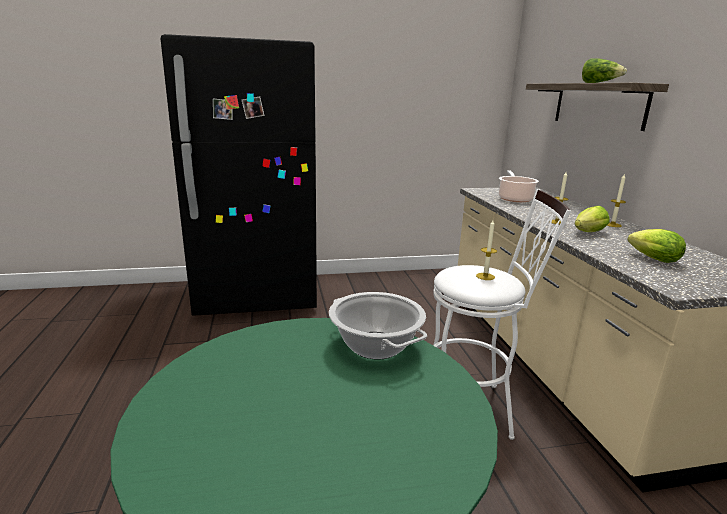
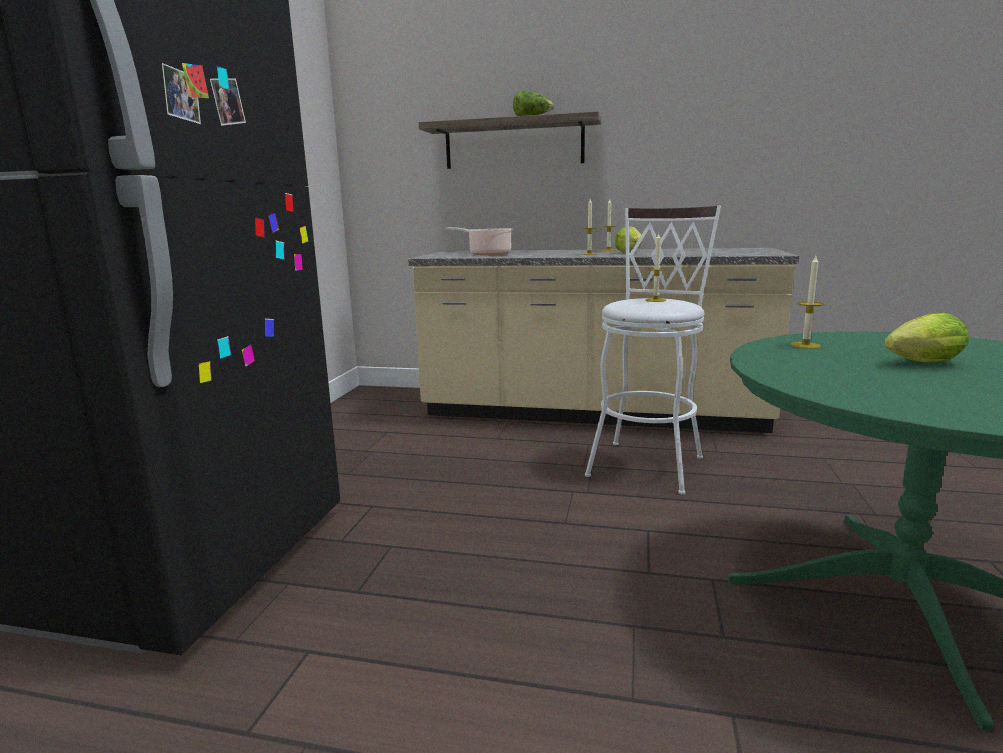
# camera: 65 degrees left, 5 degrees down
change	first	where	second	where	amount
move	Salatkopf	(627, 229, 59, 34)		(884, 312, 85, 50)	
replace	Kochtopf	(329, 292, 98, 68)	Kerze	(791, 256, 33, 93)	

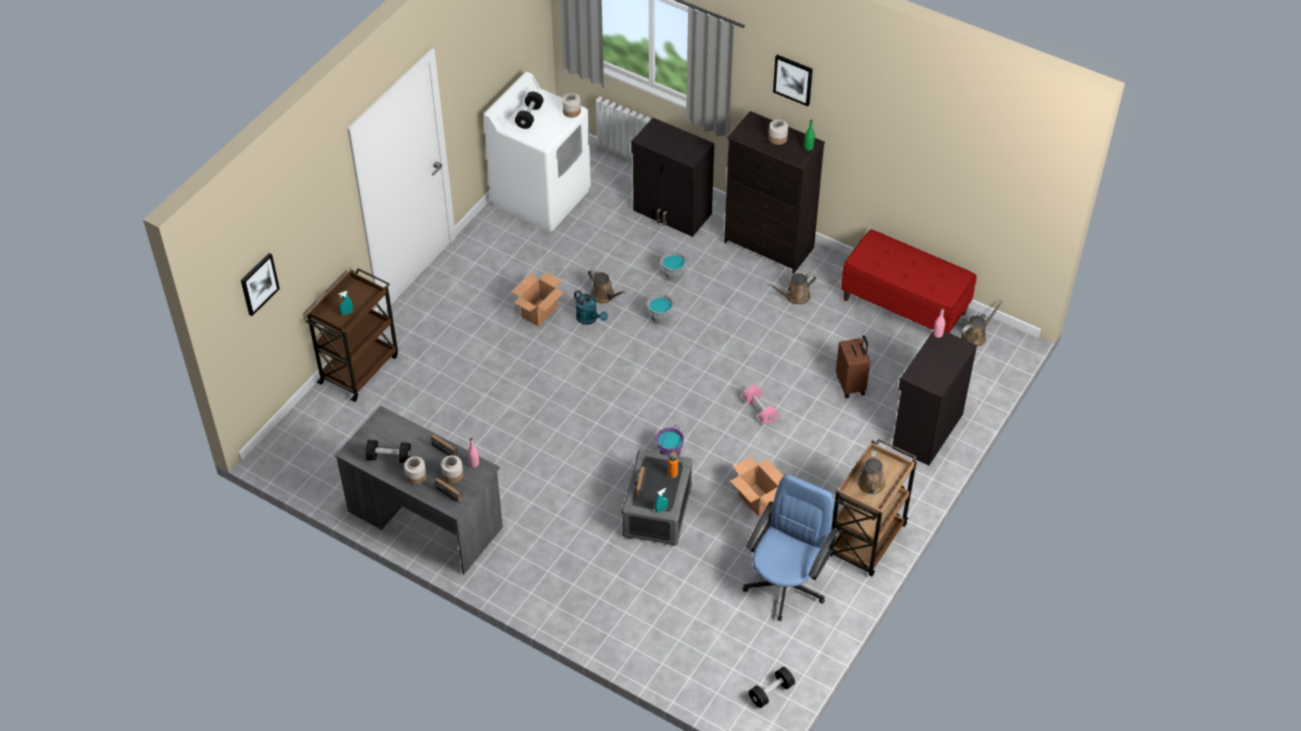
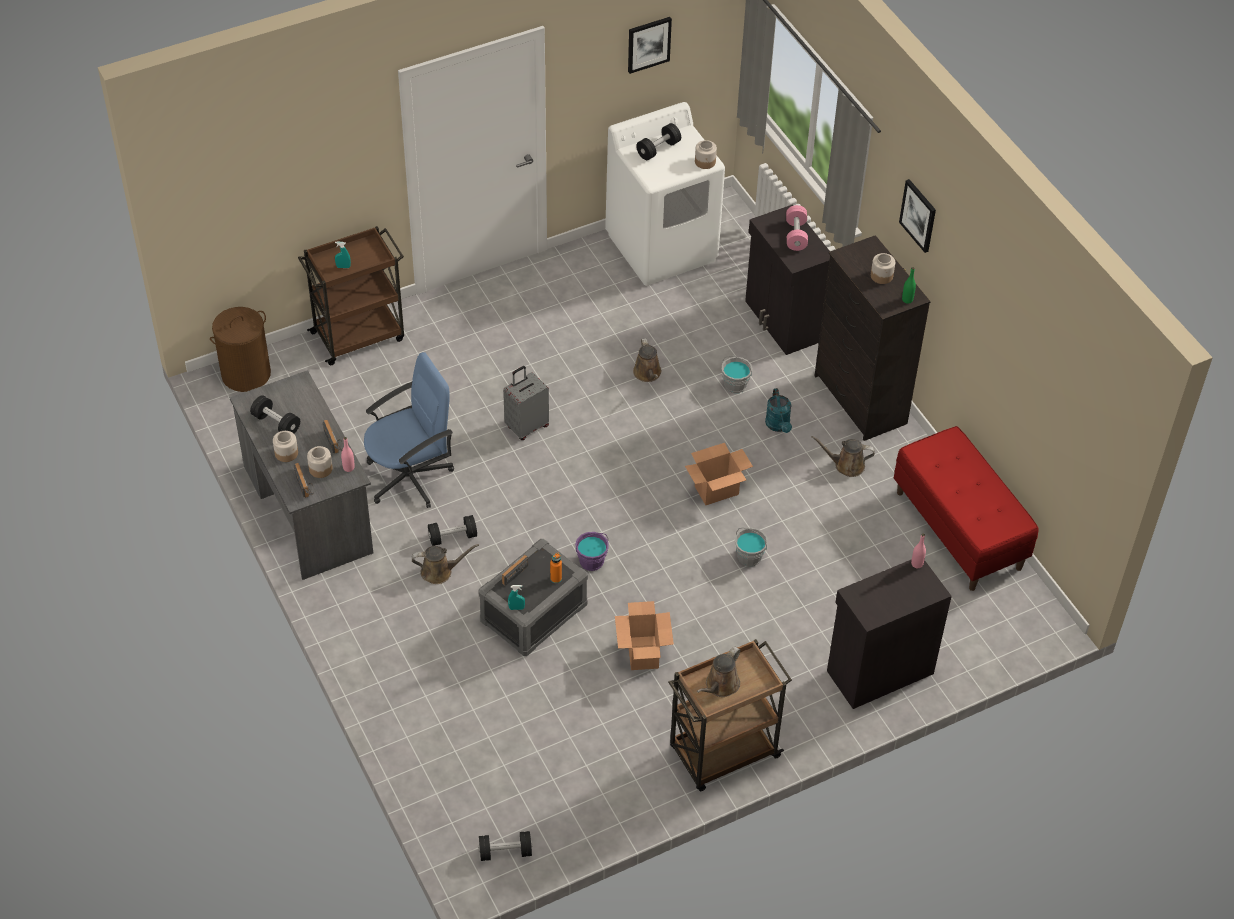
# camera: 30 degrees right, 0 degrees up
change	first	where	second	where	amount
delete	Koffer/braun	(836, 335, 34, 63)			
insert			Wäschekorb/braun	(210, 307, 61, 85)	
insert			Hantel/schwarz	(428, 515, 49, 31)	
insert			Koffer/grau	(503, 366, 46, 74)	
move	Bild	(241, 253, 39, 63)		(628, 17, 44, 57)	
move	Karton	(512, 272, 52, 55)		(685, 443, 68, 62)	
move	Gießkanne/türkis	(574, 290, 34, 35)		(765, 388, 27, 45)	
move	Eimer/grau	(646, 294, 29, 31)		(735, 528, 33, 39)	
move	Hantel/rosa	(743, 385, 36, 40)		(786, 205, 22, 46)	
move	Bürostuhl/blau	(743, 474, 95, 147)		(364, 352, 90, 156)	
move	Gießkanne/braun	(961, 300, 43, 46)		(412, 544, 67, 40)	

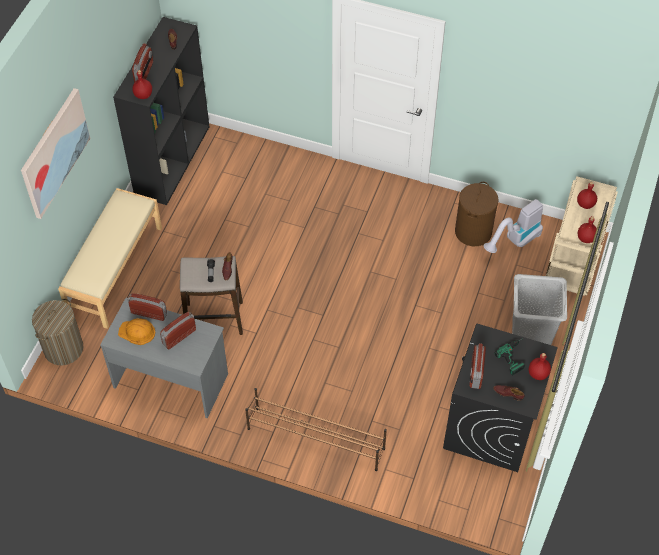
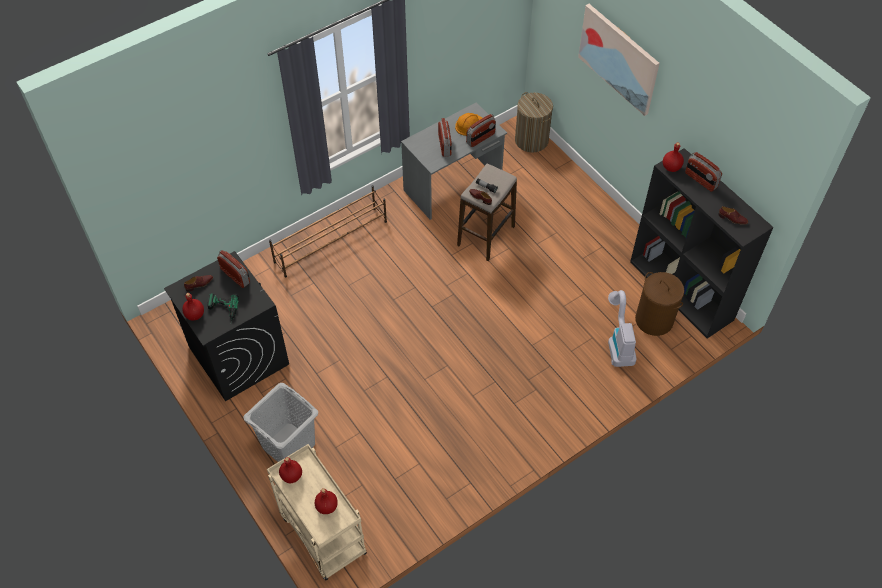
# camera: 125 degrees right, 0 degrees up
change	first	where	second	where	amount
delete	Bank/beige	(58, 188, 104, 141)			
move	Wäschekorb/braun	(455, 182, 44, 64)		(635, 272, 49, 64)	
move	Staubsauger	(484, 199, 59, 54)		(608, 290, 29, 77)	

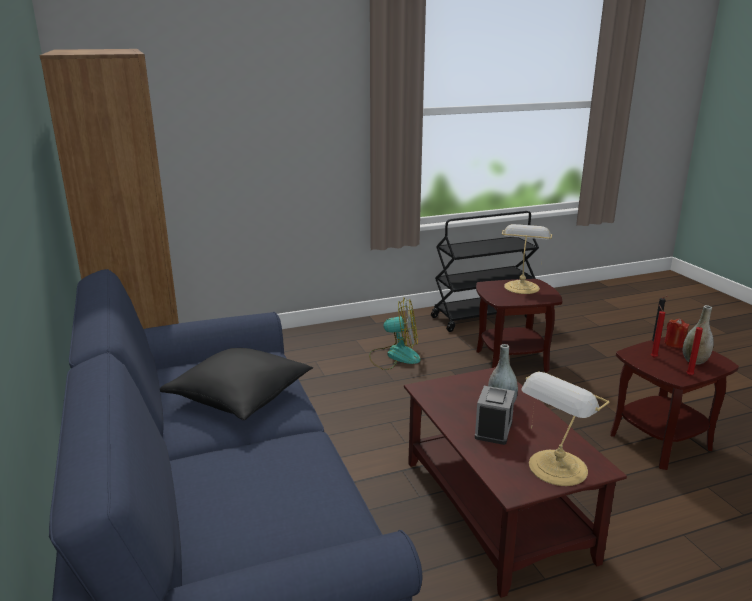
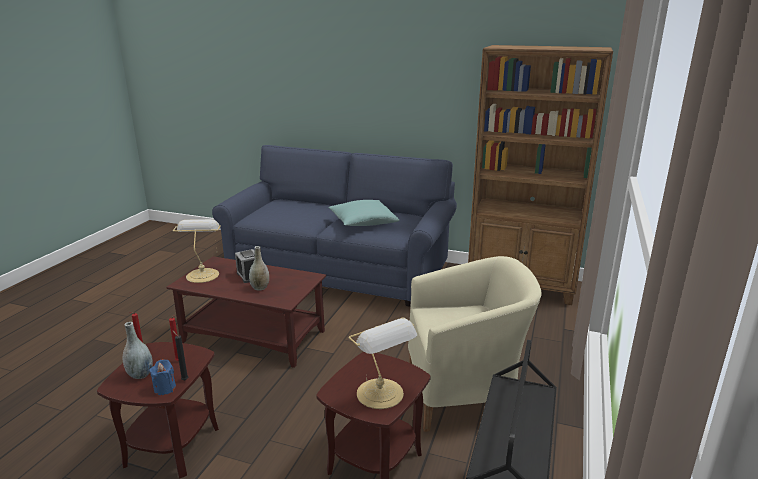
# camera: 130 degrees right, 0 degrees up
change	first	where	second	where	amount
replace	Ventilator	(369, 298, 52, 72)	Sessel/beige	(408, 256, 134, 176)	
recolor	Kissen/schwarz	(160, 348, 153, 72)	Kissen/türkis	(329, 200, 71, 26)	
recolor	Kerze/rot	(664, 319, 26, 29)	Kerze/blau	(149, 359, 27, 36)	

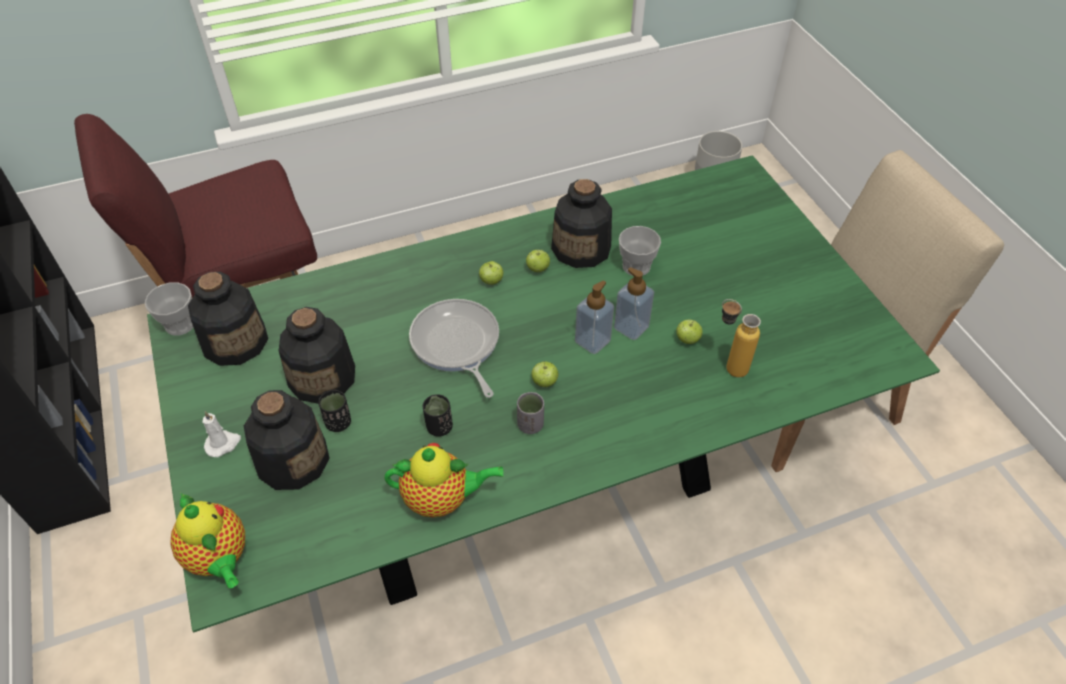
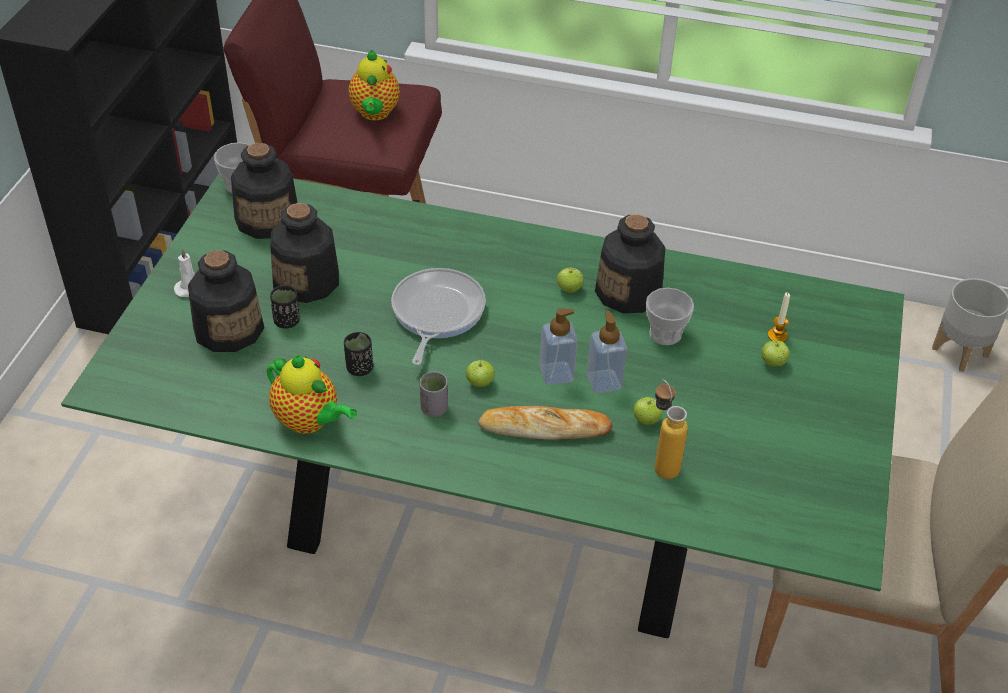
# camera: 35 degrees right, 5 degrees down
change	first	where	second	where	amount
insert			Brot	(478, 406, 134, 34)	
insert			Kerze	(768, 293, 22, 49)	
move	Teekanne	(170, 493, 75, 95)		(348, 50, 52, 71)	
move	Apfel	(479, 261, 24, 24)		(761, 340, 29, 27)	

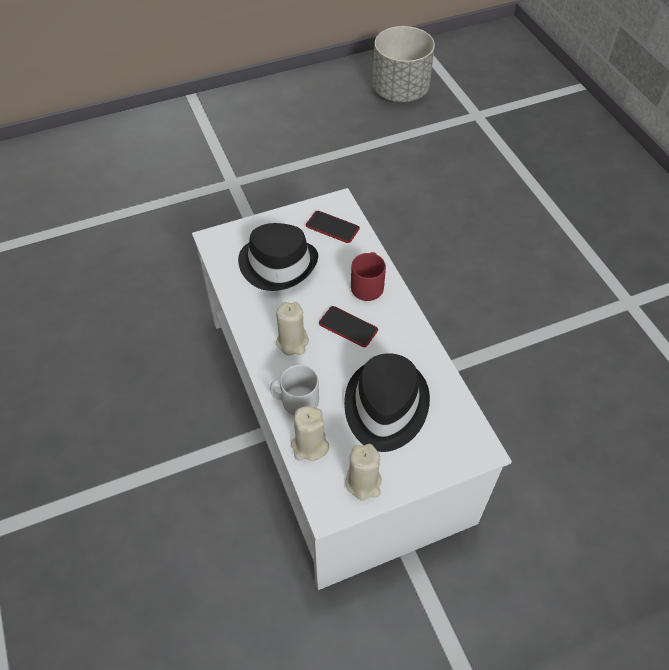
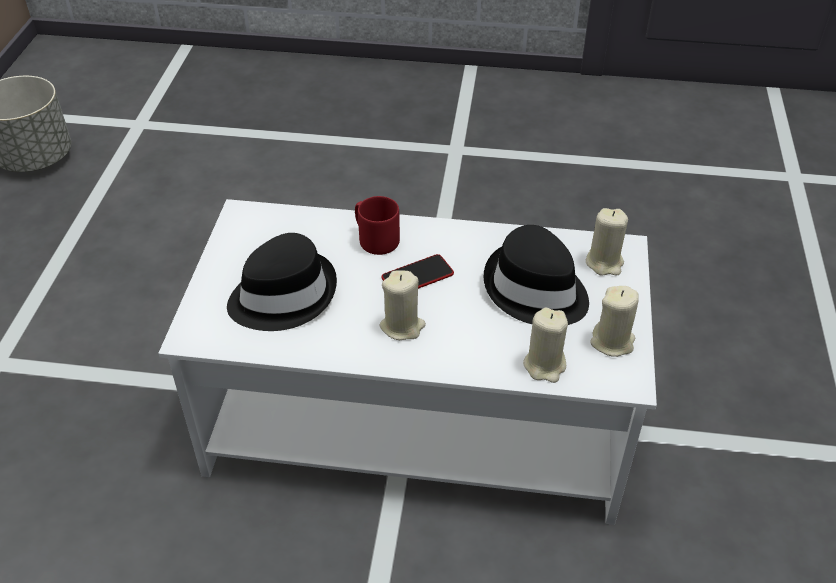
# camera: 60 degrees left, 10 degrees down
change	first	where	second	where	amount
delete	Henkelbecher/grau	(270, 365, 49, 51)			
delete	Handy	(306, 211, 54, 32)			
insert			Kerze/beige	(586, 208, 42, 68)	

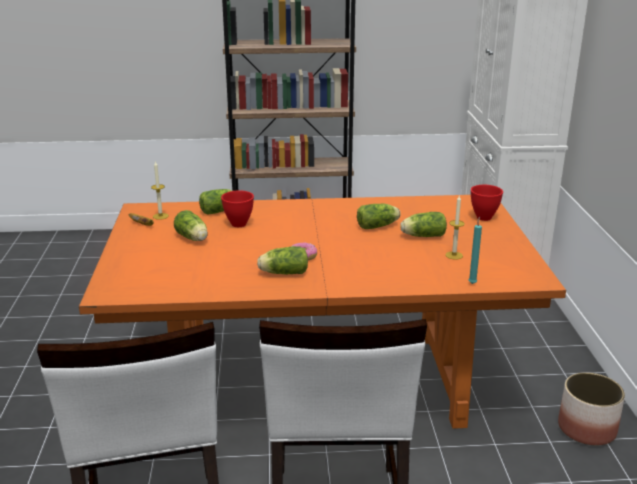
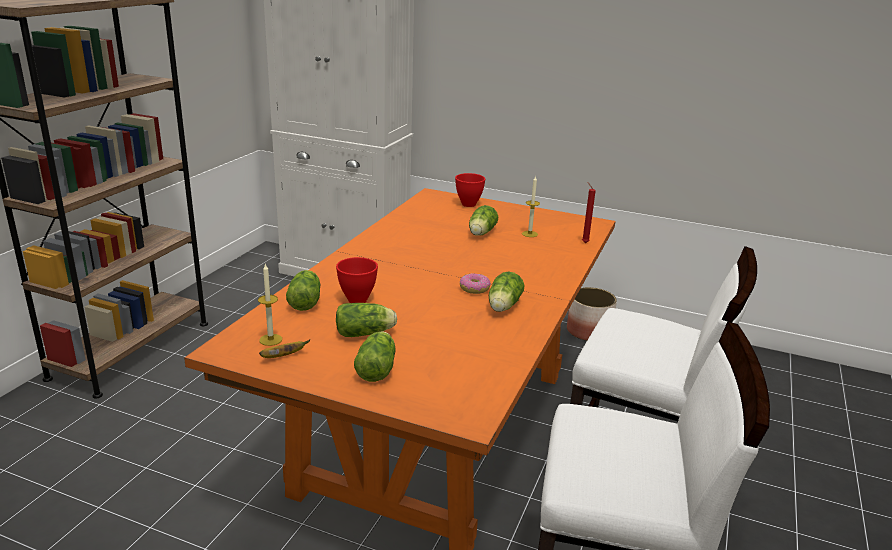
# camera: 65 degrees left, 0 degrees up
change	first	where	second	where	amount
move	Salatkopf	(357, 204, 44, 25)		(354, 331, 42, 51)	
recolor	Kerze/türkis	(469, 217, 13, 67)	Kerze/rot	(582, 182, 14, 61)	

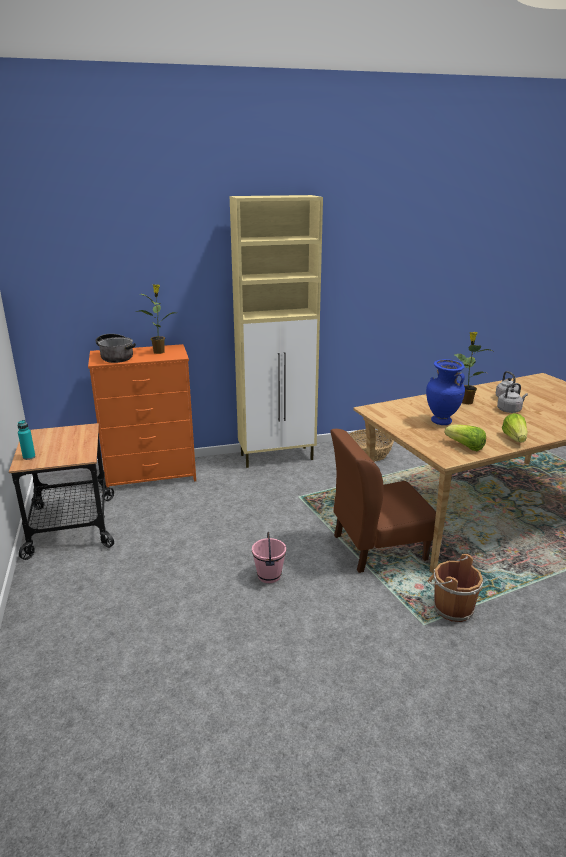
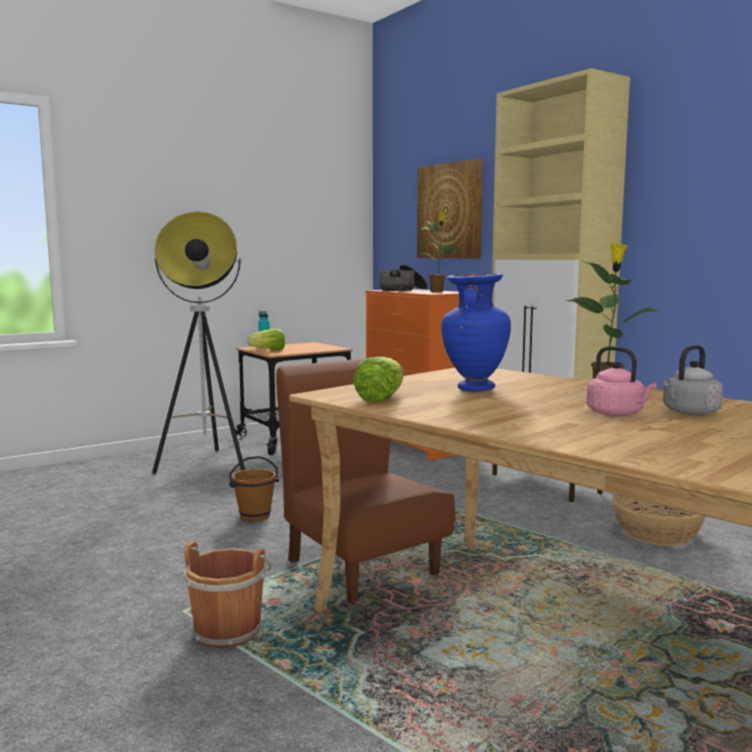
# camera: 70 degrees right, 15 degrees down
change	first	where	second	where	amount
insert			Stehlampe	(152, 212, 93, 262)	
insert			Bild	(417, 158, 66, 101)	
move	Salatkopf	(502, 413, 26, 29)		(247, 328, 38, 22)	
recolor	Eimer/rosa	(252, 532, 34, 51)	Eimer/braun	(229, 456, 50, 66)	
recolor	Wasserkessel/grau	(497, 383, 31, 30)	Wasserkessel/rosa	(587, 346, 70, 71)	

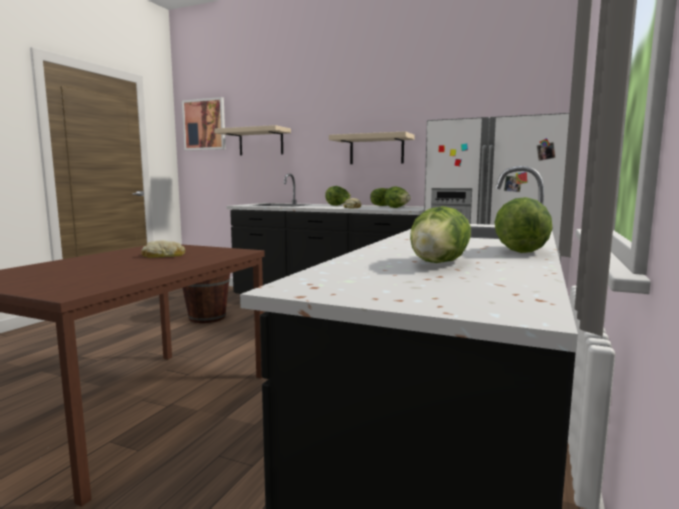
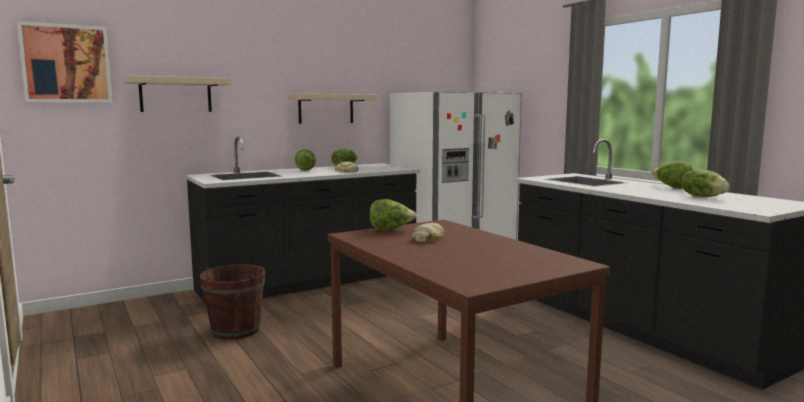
# camera: 55 degrees left, 0 degrees up
change	first	where	second	where	amount
move	Salatkopf	(384, 186, 27, 22)		(369, 199, 47, 32)	

